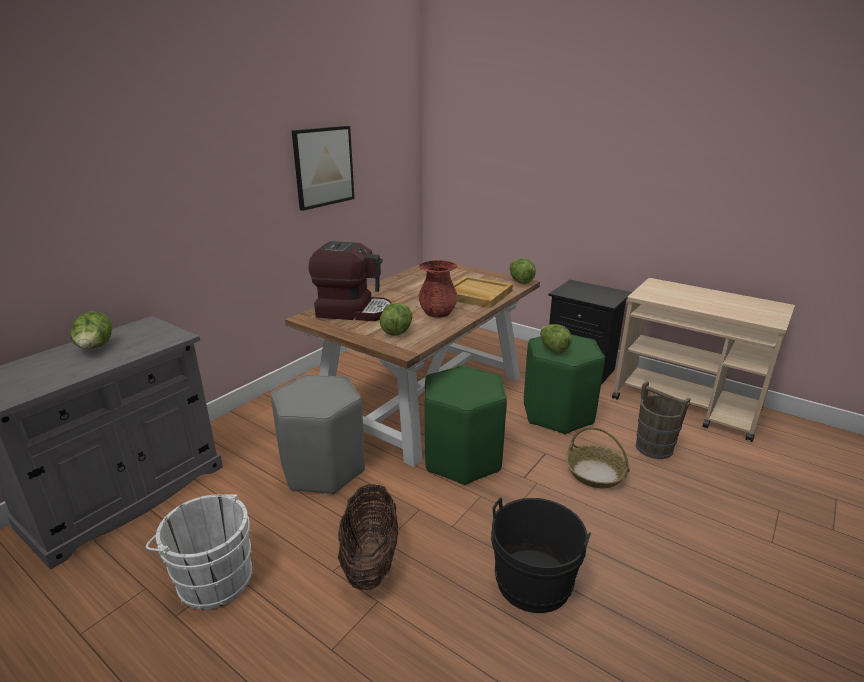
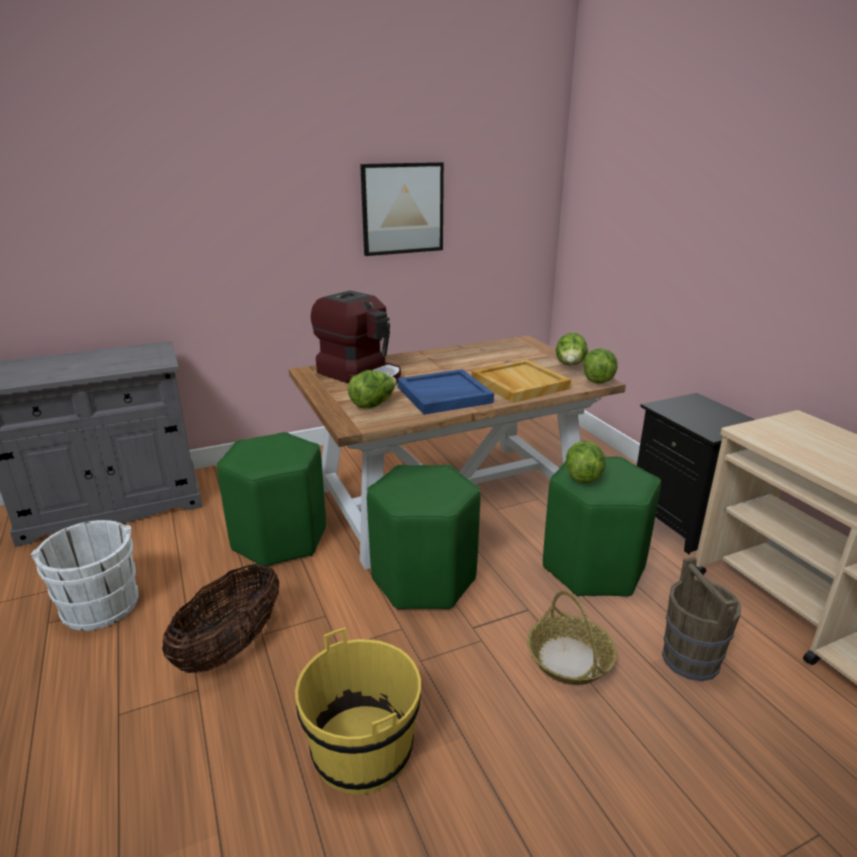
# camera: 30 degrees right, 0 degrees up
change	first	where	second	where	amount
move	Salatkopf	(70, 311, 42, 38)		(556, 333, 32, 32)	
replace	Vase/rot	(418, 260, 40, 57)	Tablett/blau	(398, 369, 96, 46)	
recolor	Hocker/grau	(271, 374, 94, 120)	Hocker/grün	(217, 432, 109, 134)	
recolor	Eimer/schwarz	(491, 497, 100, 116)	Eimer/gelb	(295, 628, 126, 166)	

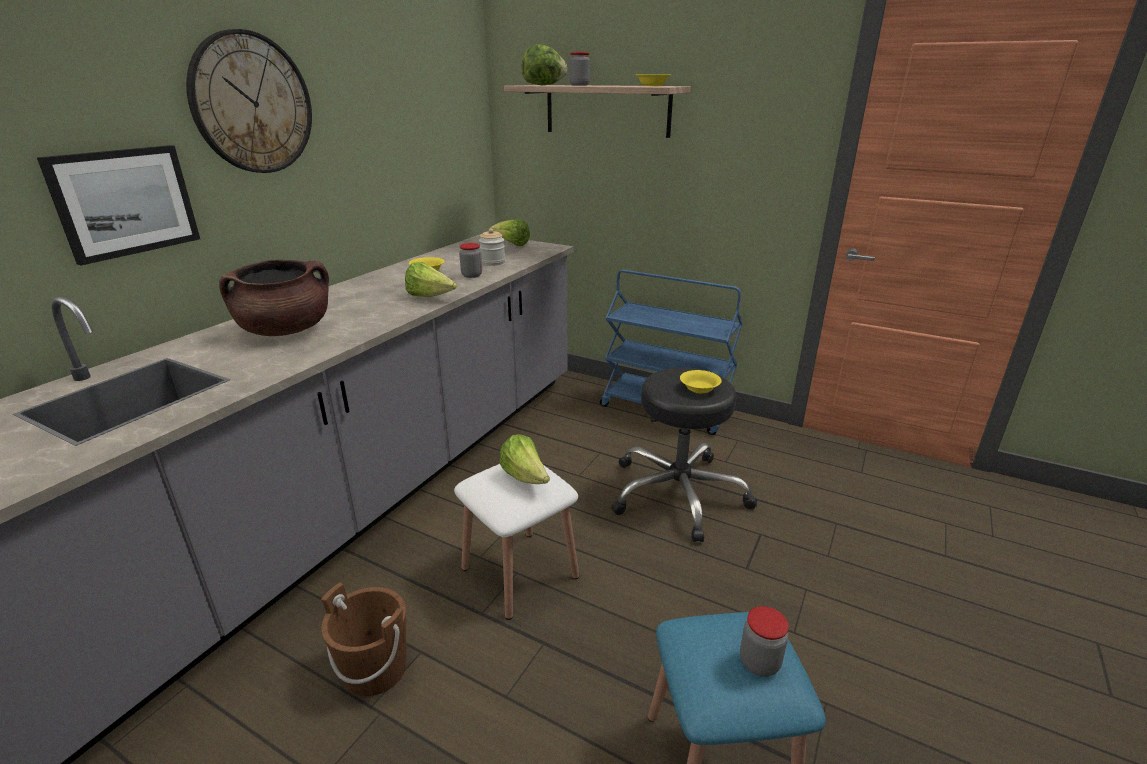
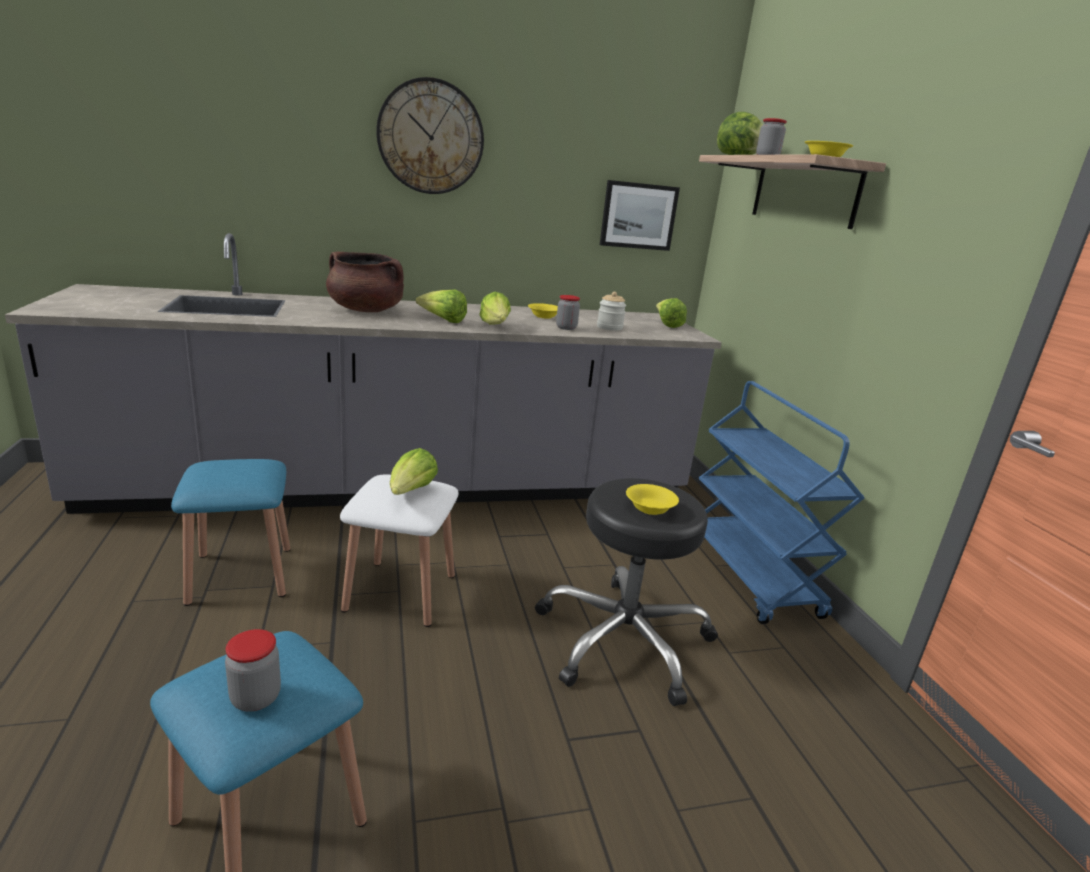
# camera: 45 degrees right, 5 degrees down
change	first	where	second	where	amount
insert			Salatkopf	(416, 290, 51, 33)	
move	Bild	(37, 145, 163, 121)		(600, 180, 80, 71)	
replace	Eimer/braun	(321, 582, 86, 114)	Hocker/blau	(171, 459, 119, 147)	

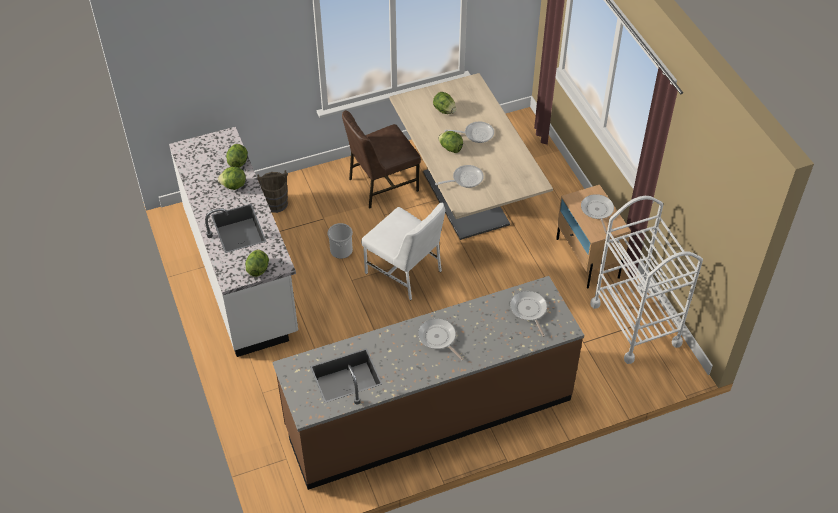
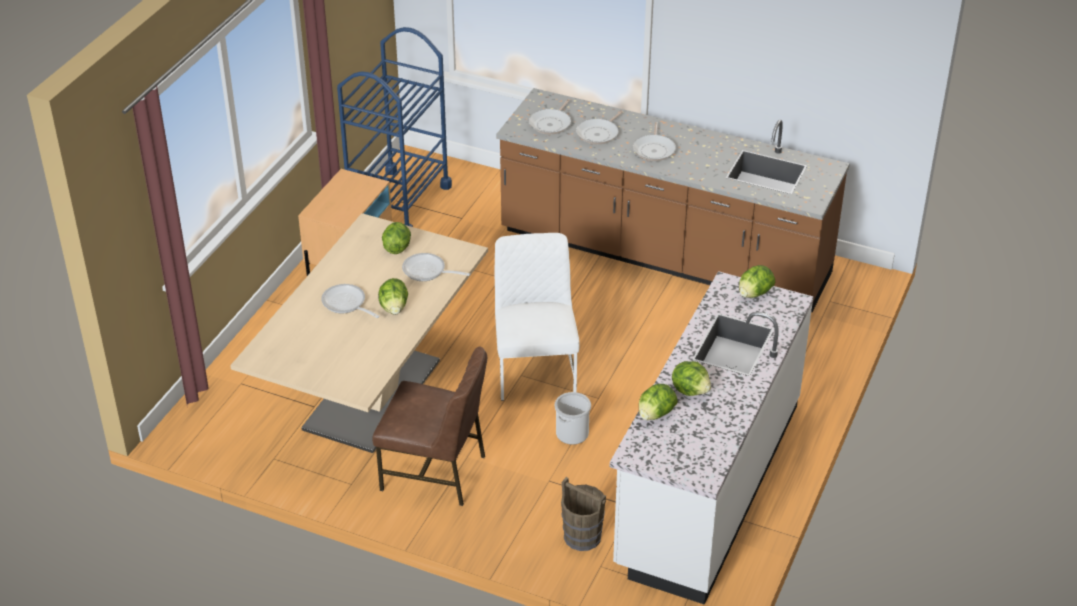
# camera: 135 degrees left, 10 degrees down
change	first	where	second	where	amount
move	Salatkopf	(433, 92, 23, 22)		(382, 222, 29, 32)	
move	Pfanne	(581, 194, 33, 40)		(576, 111, 47, 33)	
recolor	Rollwagen/weiß	(590, 196, 113, 168)	Rollwagen/blau	(337, 27, 115, 200)	

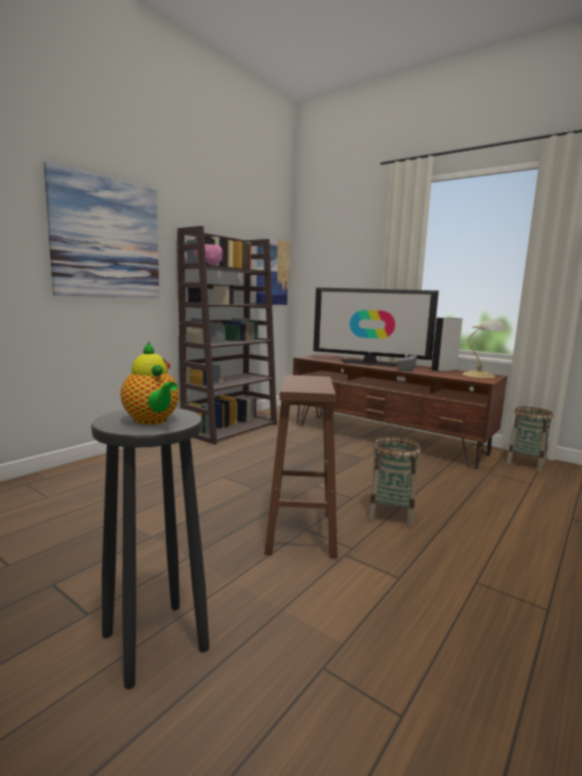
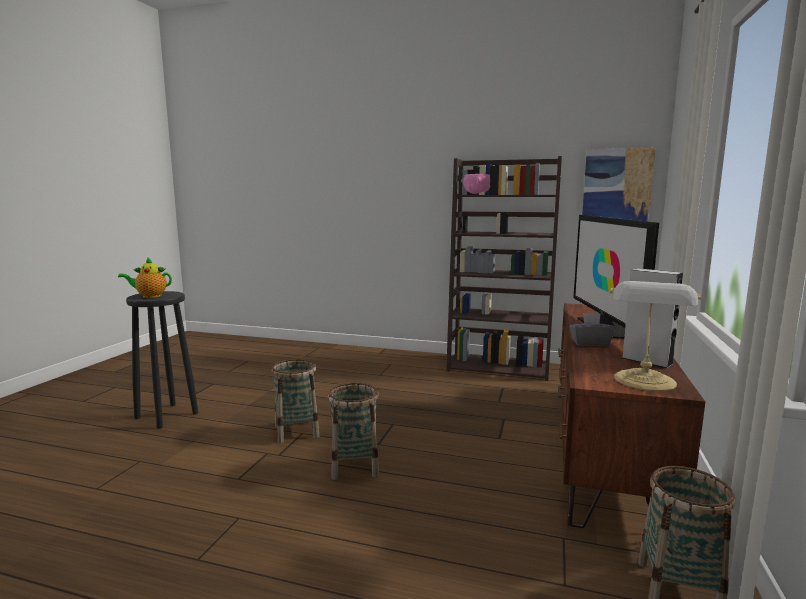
# camera: 70 degrees right, 0 degrees up
change	first	where	second	where	amount
delete	Bild	(44, 162, 115, 136)			
replace	Hocker/braun	(265, 375, 72, 184)	Korb	(272, 359, 47, 84)	
rotate	Teekanne	(120, 342, 59, 83)		(118, 257, 54, 41)	45 degrees clockwise

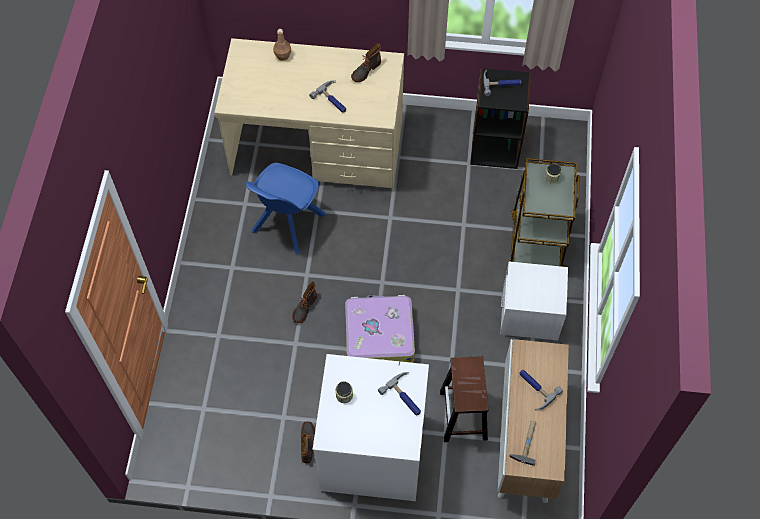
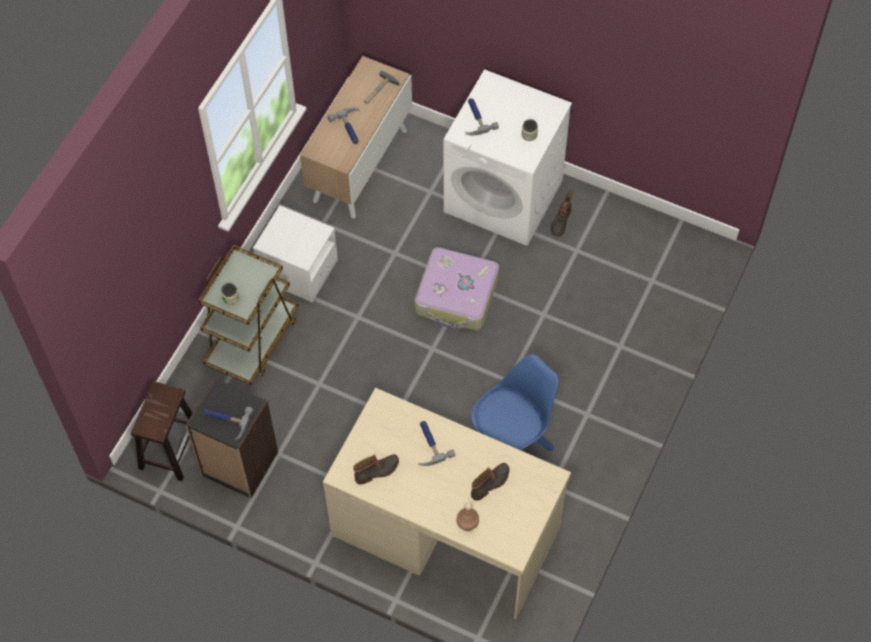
# camera: 160 degrees left, 0 degrees up
change	first	where	second	where	amount
move	Stiefel	(292, 281, 25, 43)		(471, 463, 39, 38)	
move	Hocker/braun	(440, 356, 48, 86)		(131, 381, 62, 100)	

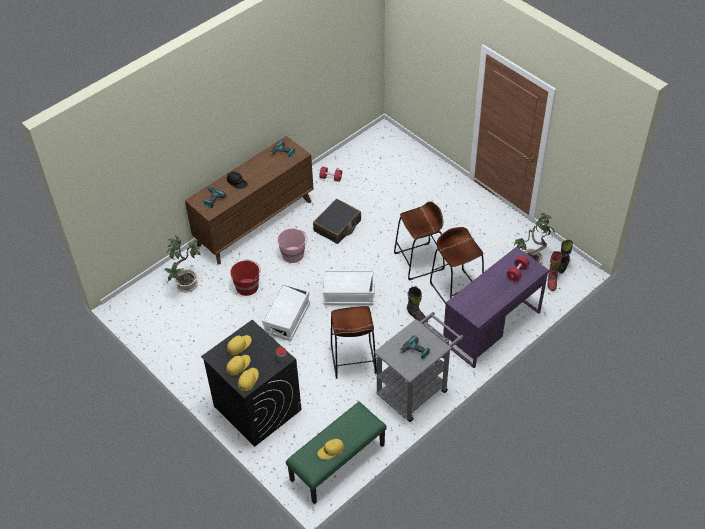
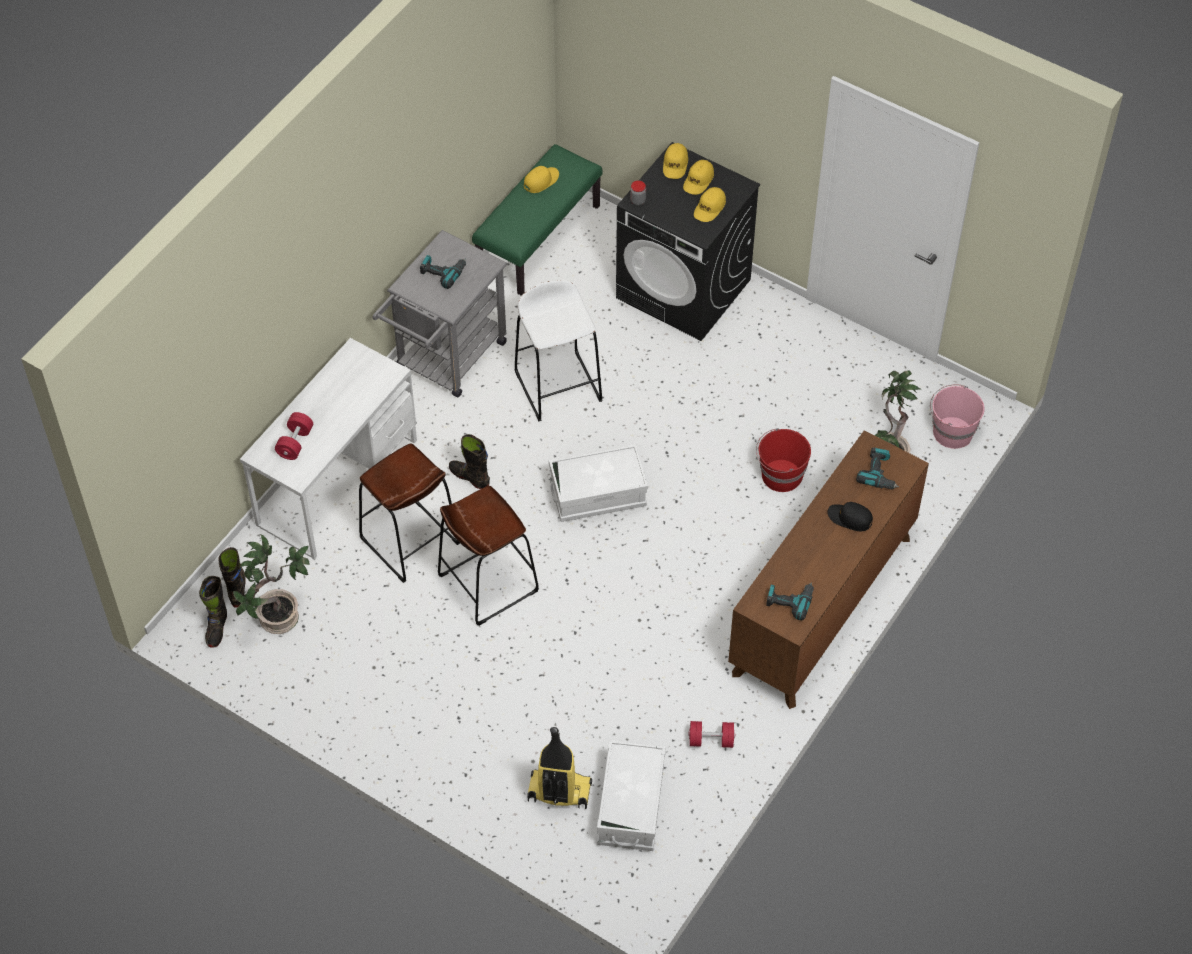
# camera: 165 degrees right, 5 degrees up
change	first	where	second	where	amount
delete	Koffer/schwarz	(313, 199, 48, 45)			
insert			Staubsauger	(527, 727, 65, 82)	
move	Aufbewahrungsbox/weiß	(262, 283, 48, 58)		(597, 740, 69, 111)	
move	Eimer/rosa	(277, 229, 30, 34)		(930, 384, 55, 65)	
recolor	Hocker/braun	(331, 306, 46, 73)	Hocker/weiß	(515, 280, 88, 141)	
recolor	Schreibtisch/lila	(443, 247, 106, 121)	Schreibtisch/weiß	(240, 338, 177, 221)	
recolor	Stiefel/rot	(547, 251, 15, 40)	Stiefel/schwarz	(218, 547, 28, 61)	

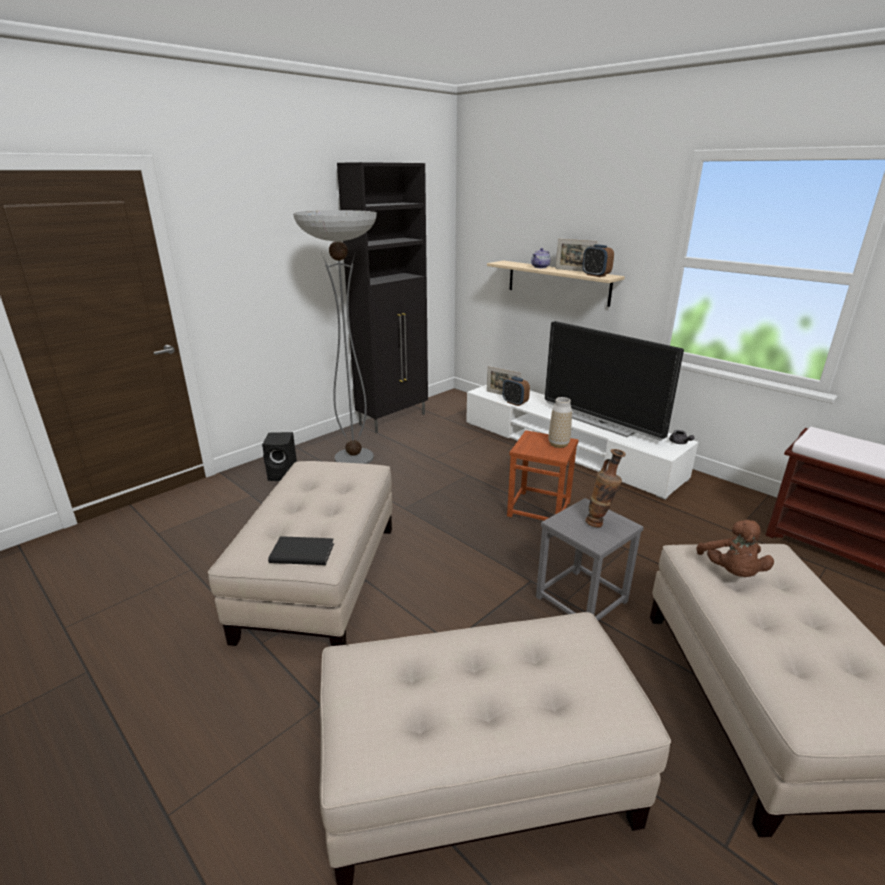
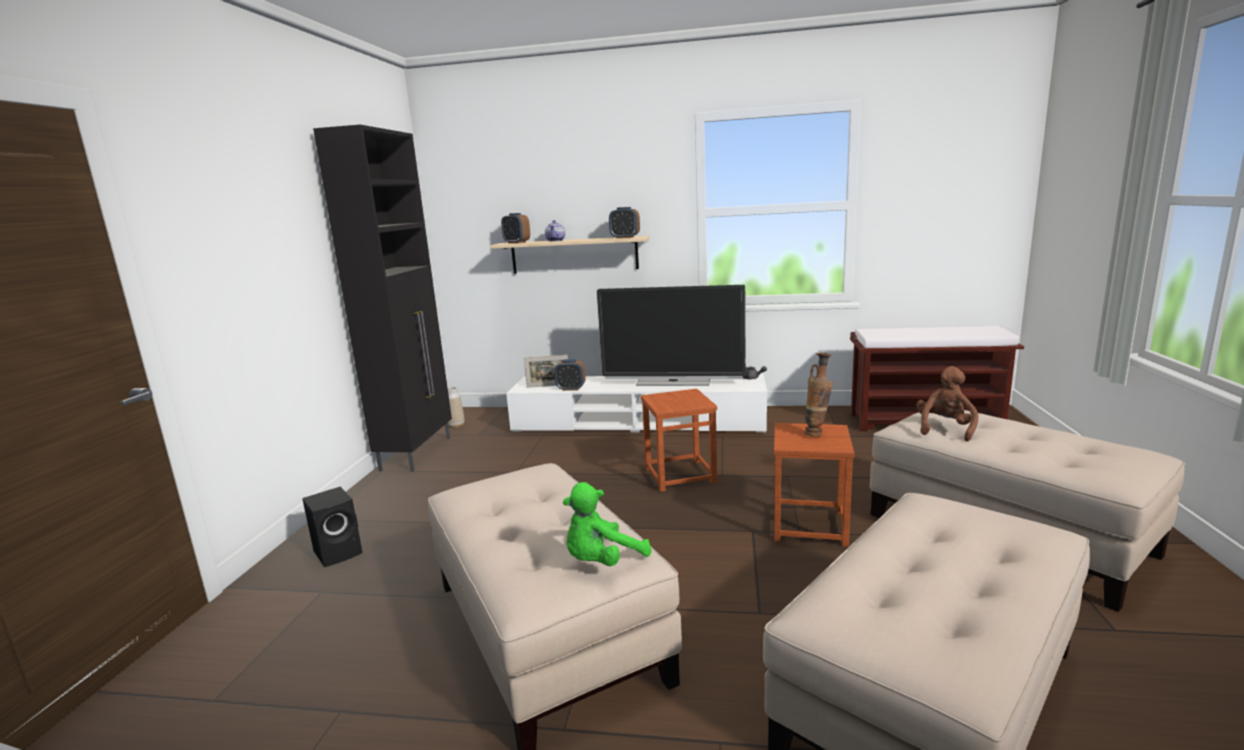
# camera: 35 degrees left, 10 degrees down
change	first	where	second	where	amount
delete	Stehlampe	(293, 210, 84, 254)			
delete	Bilderrahmen	(555, 238, 43, 34)			
insert			Wecker	(501, 213, 29, 30)	
move	Vase	(548, 397, 24, 51)		(448, 387, 16, 41)	
replace	Buch/schwarz	(268, 536, 66, 29)	Plüschtier/grün	(563, 482, 88, 84)	
recolor	Hocker/grau	(536, 498, 108, 123)	Hocker/braun	(774, 423, 81, 124)	
rotate	Plüschtier/braun	(697, 520, 77, 57)		(916, 366, 63, 75)	120 degrees counterclockwise

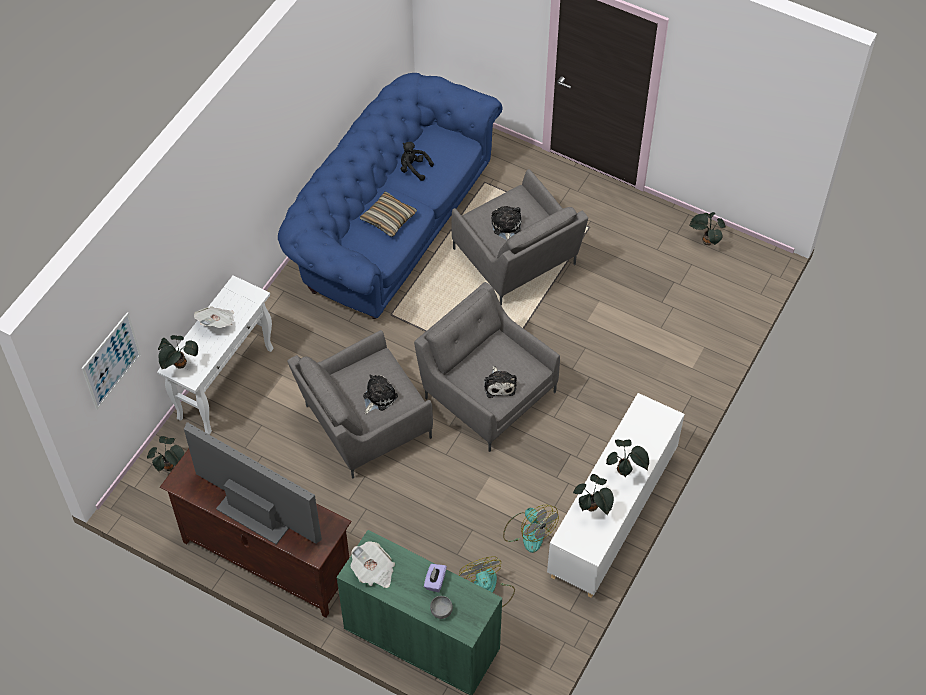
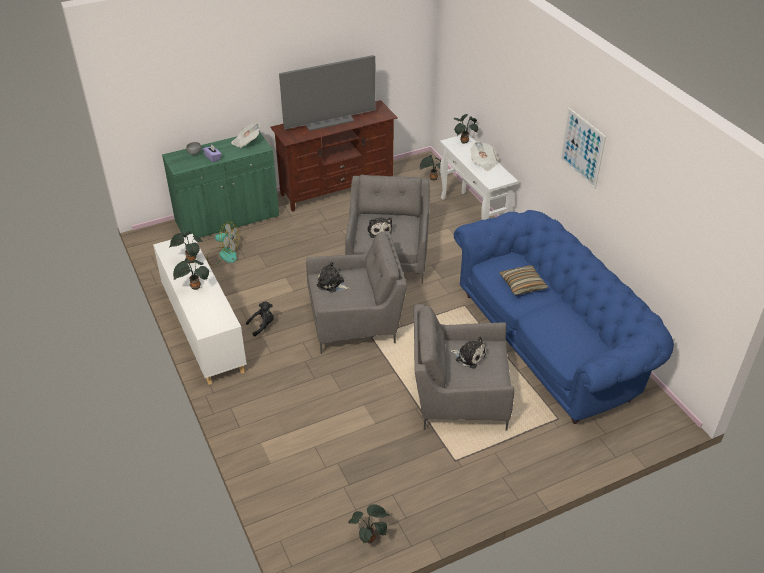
# camera: 125 degrees right, 15 degrees down
change	first	where	second	where	amount
delete	Ventilator	(503, 505, 56, 48)			
move	Bild	(82, 312, 59, 97)		(560, 108, 46, 81)	
move	Plüschtier/schwarz	(401, 142, 33, 39)		(246, 301, 28, 36)	

